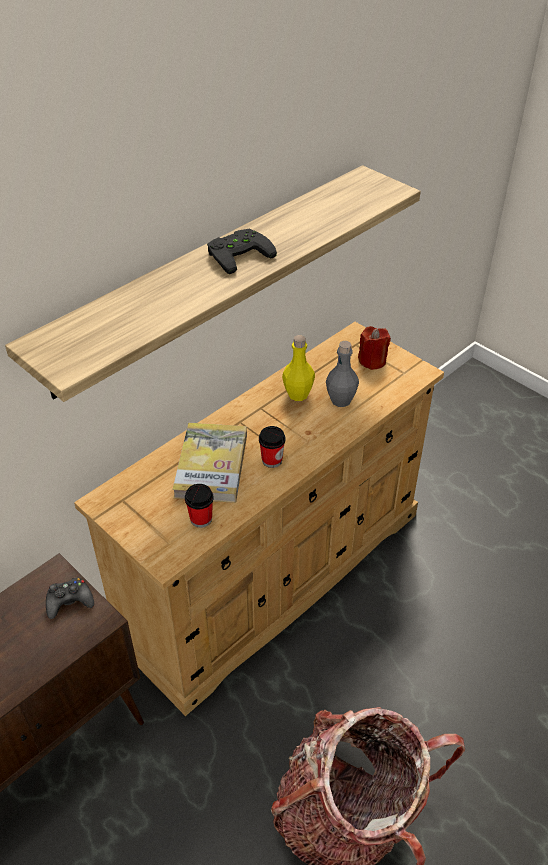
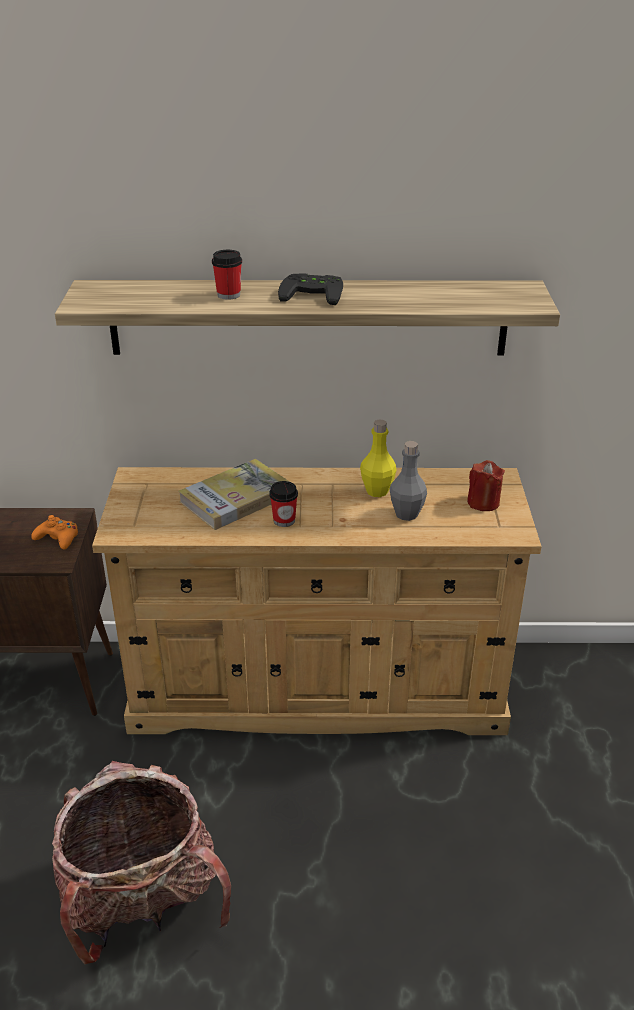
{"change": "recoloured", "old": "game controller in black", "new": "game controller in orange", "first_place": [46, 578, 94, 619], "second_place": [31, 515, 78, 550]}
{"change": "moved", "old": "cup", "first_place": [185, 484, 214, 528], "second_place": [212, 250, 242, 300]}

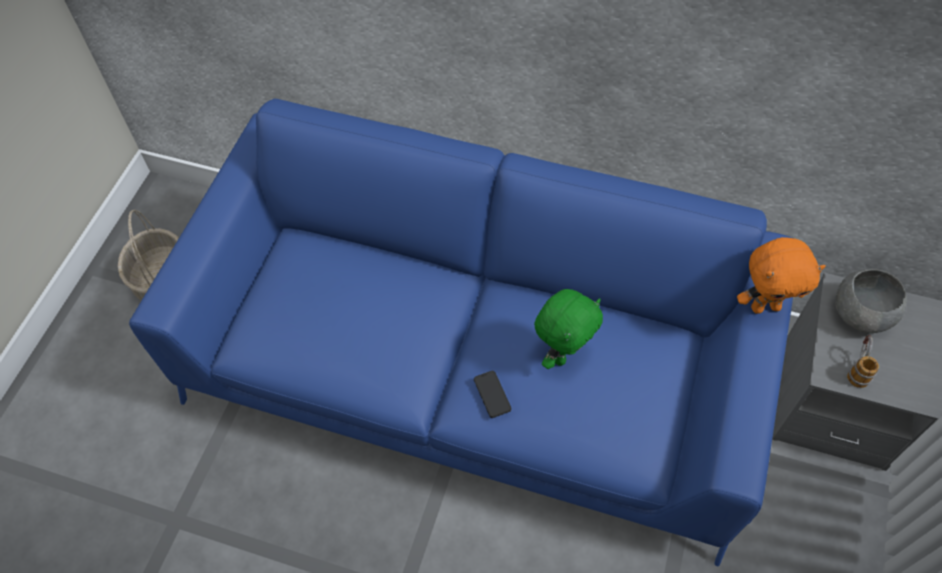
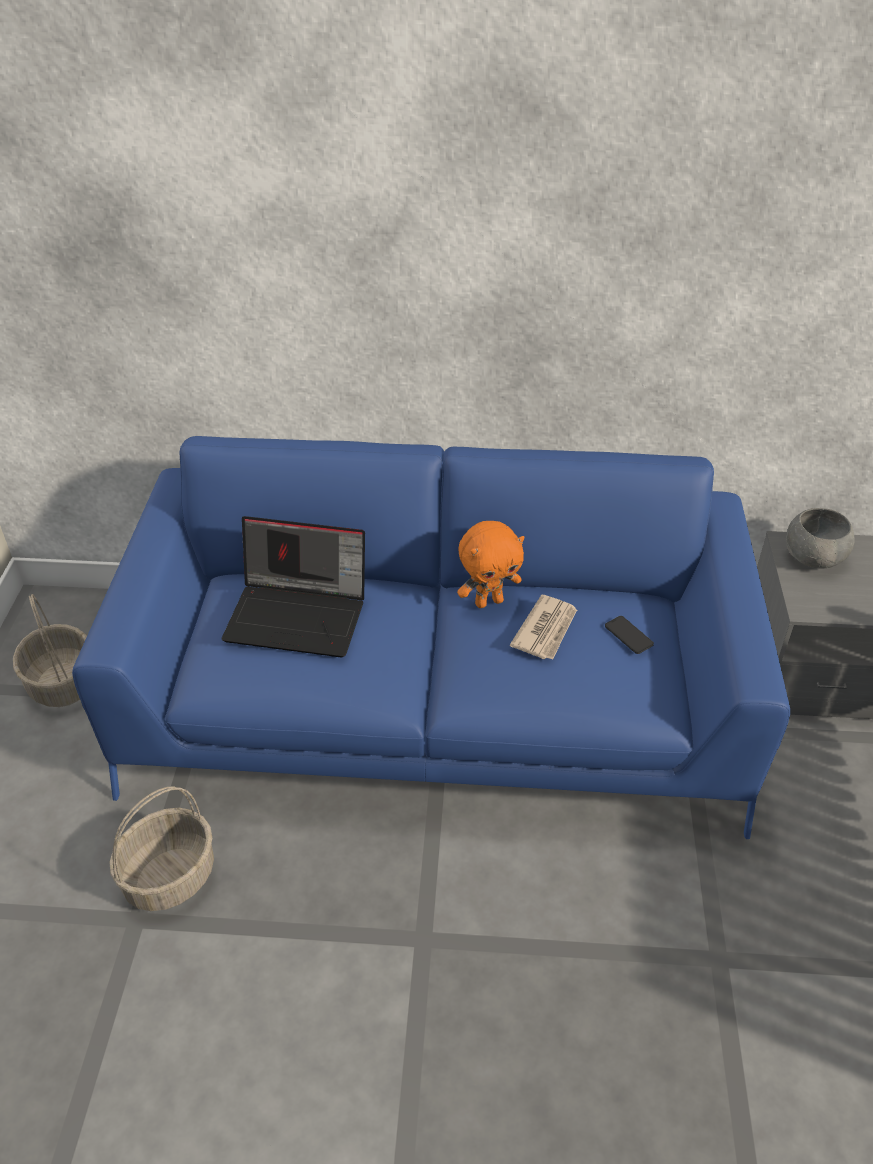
{"change": "moved", "old": "phone", "first_place": [474, 371, 511, 418], "second_place": [605, 616, 654, 654]}
{"change": "replaced", "old": "plush toy in green", "new": "newspaper", "first_place": [534, 289, 603, 369], "second_place": [510, 595, 577, 660]}
{"change": "moved", "old": "plush toy in orange", "first_place": [737, 237, 826, 314], "second_place": [457, 521, 524, 608]}
{"change": "removed", "old": "mug", "first_place": [847, 335, 879, 388]}
{"change": "added", "new": "basket", "second_place": [109, 786, 214, 911]}
{"change": "added", "new": "laptop", "second_place": [222, 516, 365, 658]}

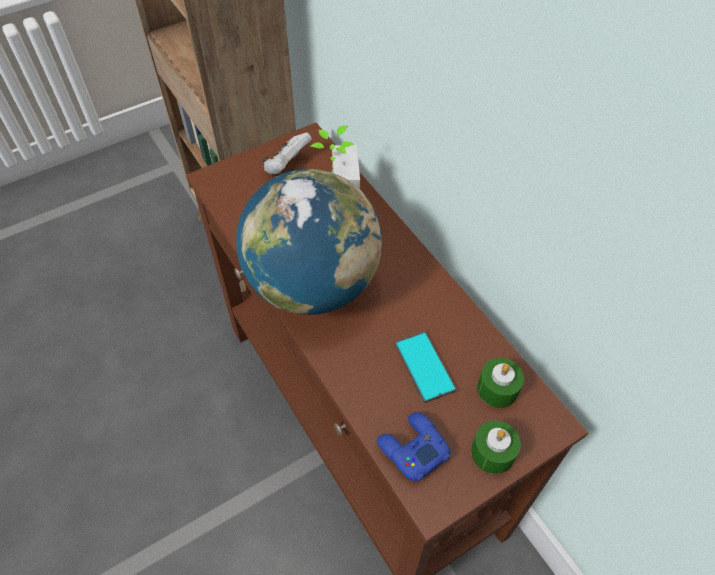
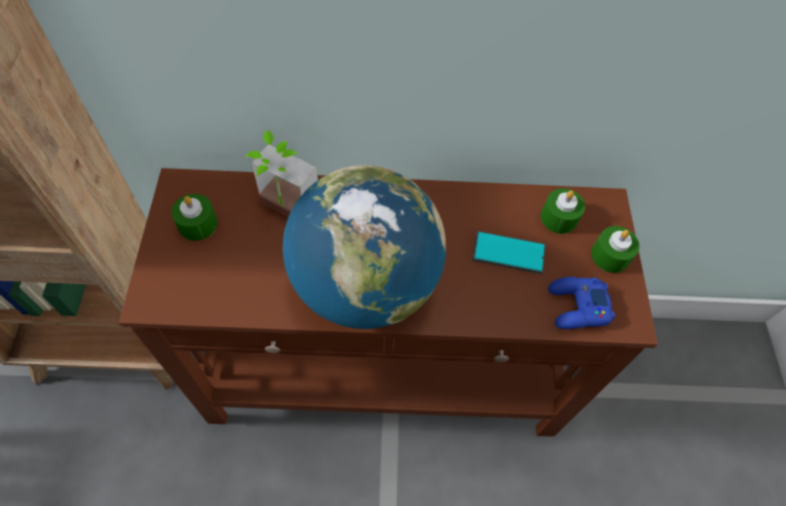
{"change": "replaced", "old": "game controller in white", "new": "candle in green", "first_place": [263, 132, 312, 174], "second_place": [171, 194, 217, 241]}

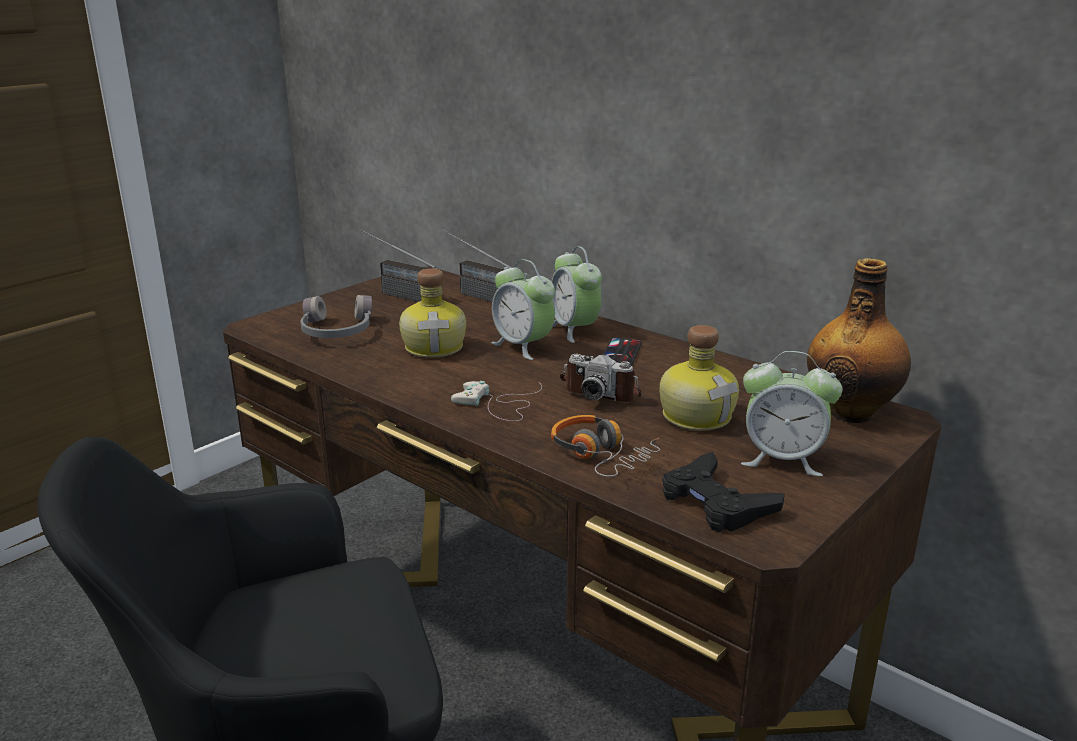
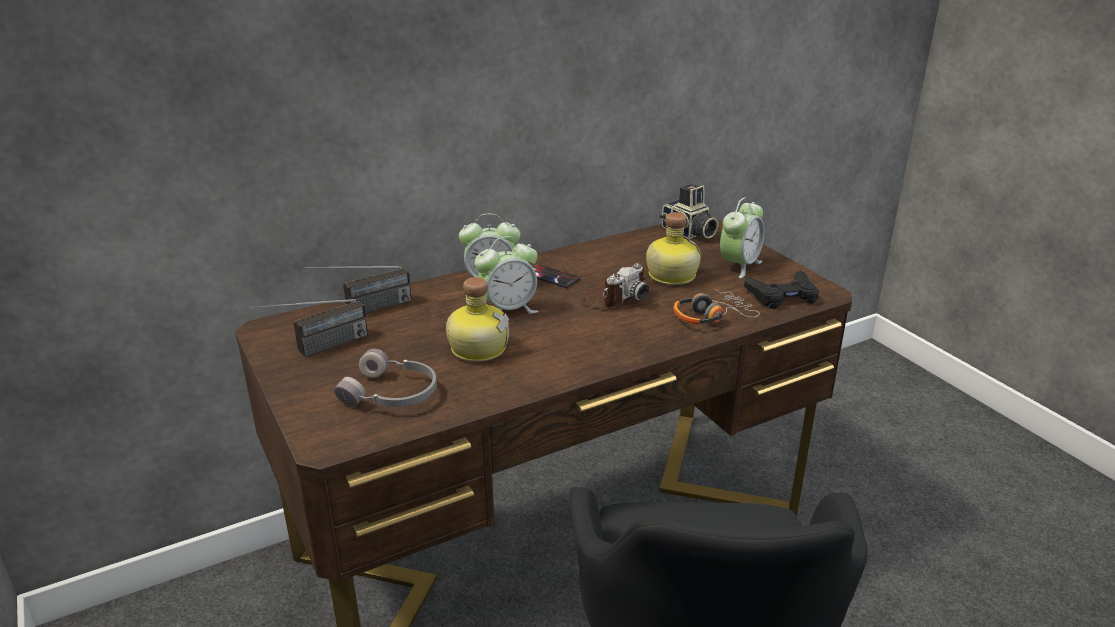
{"change": "removed", "old": "game controller in white", "first_place": [451, 381, 542, 421]}
{"change": "replaced", "old": "bottle", "new": "photo camera", "first_place": [807, 258, 911, 423], "second_place": [660, 184, 718, 239]}

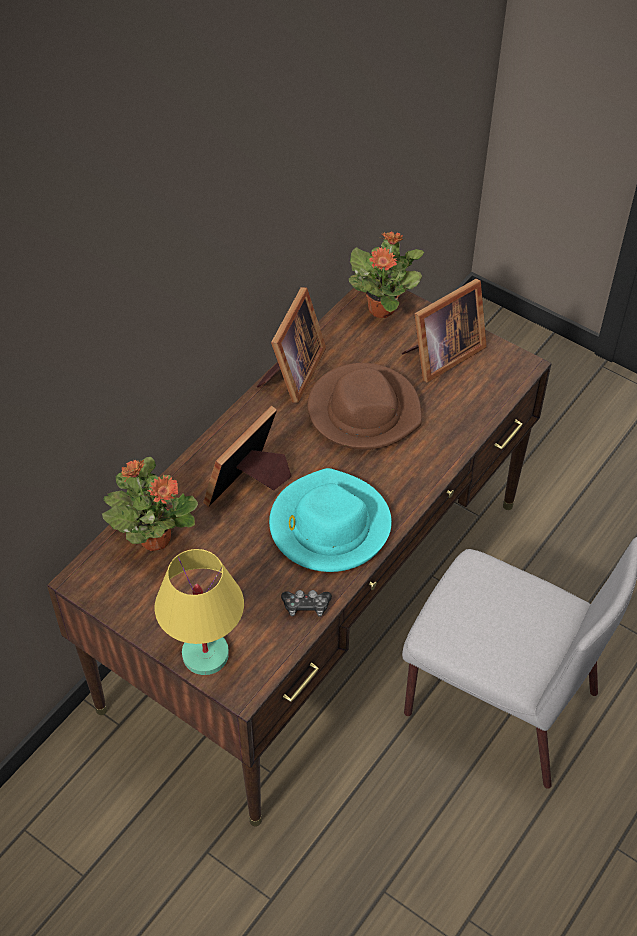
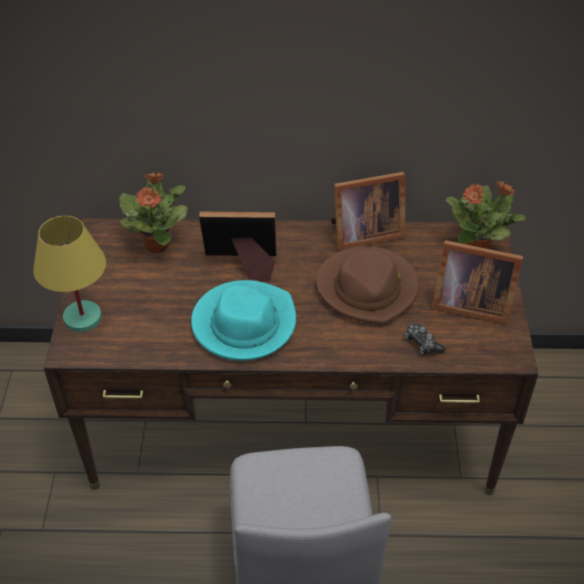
{"change": "moved", "old": "game controller", "first_place": [281, 590, 332, 617], "second_place": [405, 324, 445, 355]}

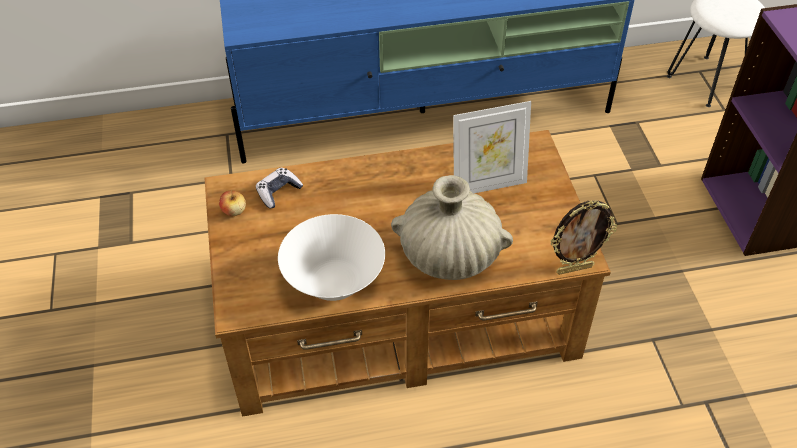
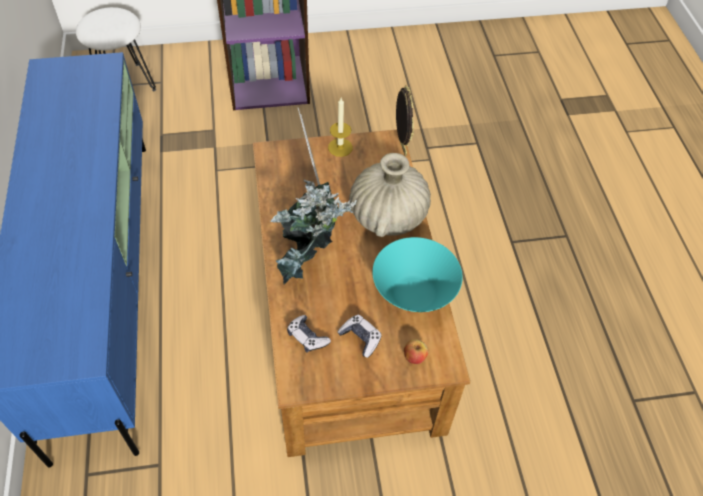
{"change": "moved", "old": "apple", "first_place": [219, 191, 246, 216], "second_place": [404, 339, 428, 364]}
{"change": "recoloured", "old": "bowl in white", "new": "bowl in turquoise", "first_place": [278, 214, 385, 301], "second_place": [372, 237, 463, 312]}
{"change": "added", "new": "potted plant", "second_place": [270, 180, 357, 284]}
{"change": "added", "new": "candle", "second_place": [328, 98, 353, 157]}
{"change": "added", "new": "game controller", "second_place": [337, 315, 382, 358]}

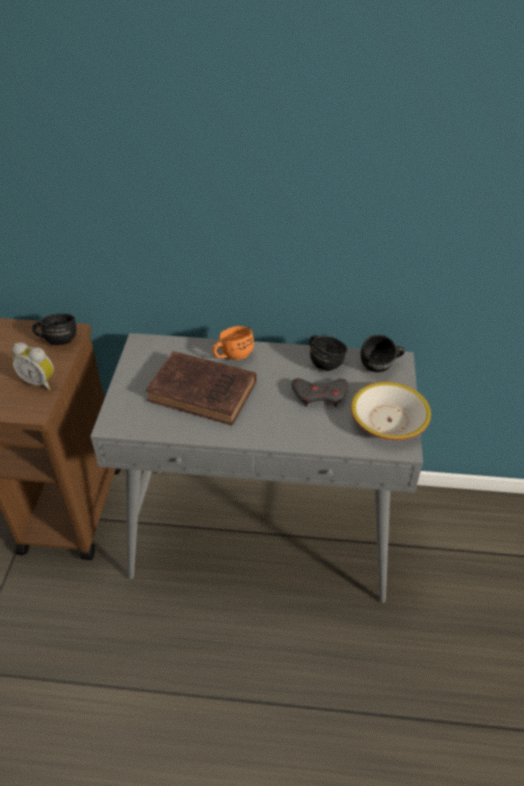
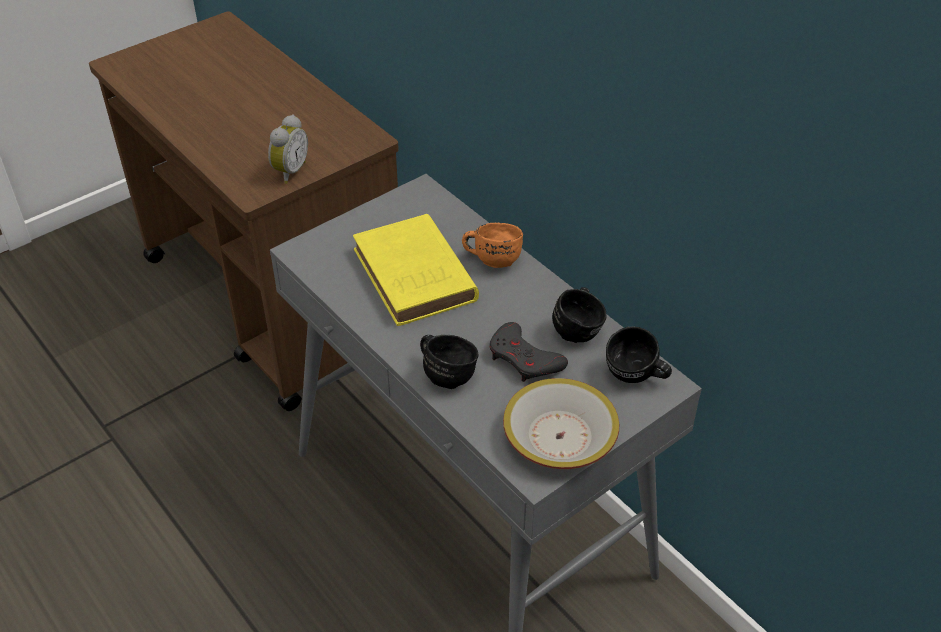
{"change": "turned", "old": "alarm clock", "first_place": [12, 342, 54, 390], "second_place": [268, 115, 308, 184], "degrees": -135}
{"change": "moved", "old": "mug in black", "first_place": [32, 313, 76, 345], "second_place": [420, 335, 479, 389]}
{"change": "recoloured", "old": "book in brown", "new": "book in yellow", "first_place": [145, 351, 257, 425], "second_place": [353, 214, 479, 326]}

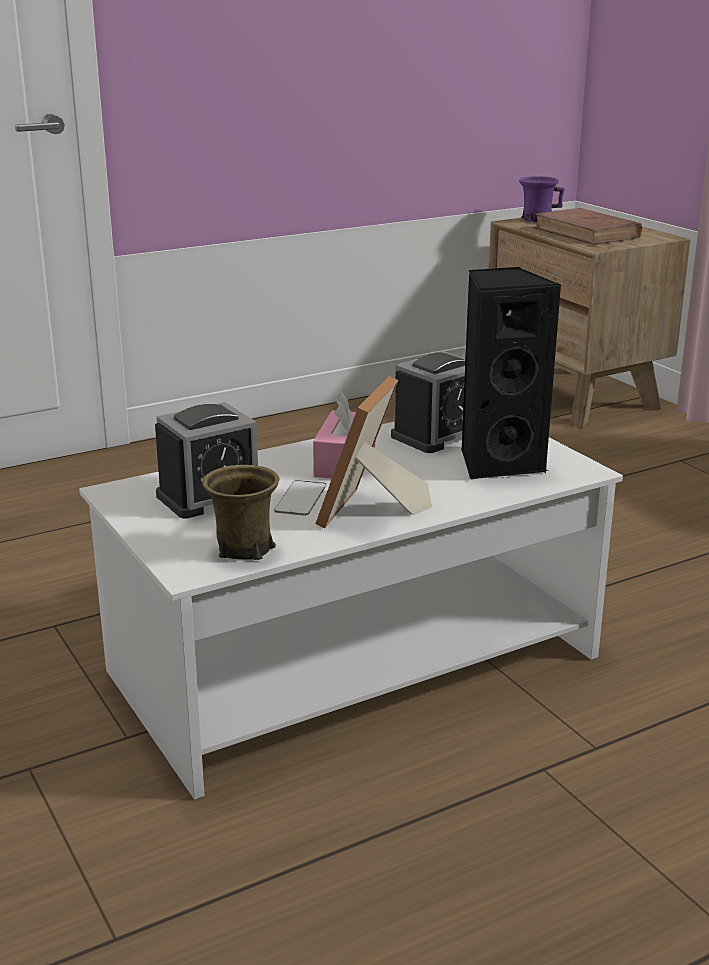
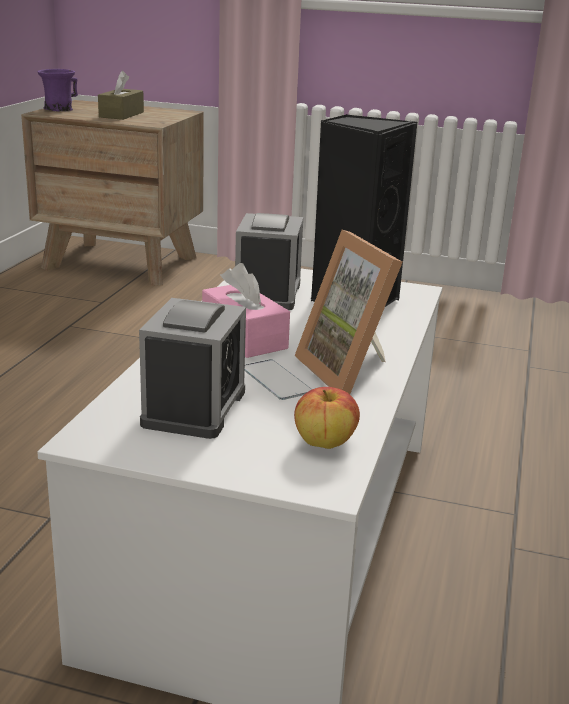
{"change": "replaced", "old": "mug in brown", "new": "apple", "first_place": [202, 465, 279, 560], "second_place": [294, 387, 360, 449]}
{"change": "replaced", "old": "book in brown", "new": "tissue box in brown", "first_place": [534, 208, 642, 245], "second_place": [98, 71, 144, 120]}

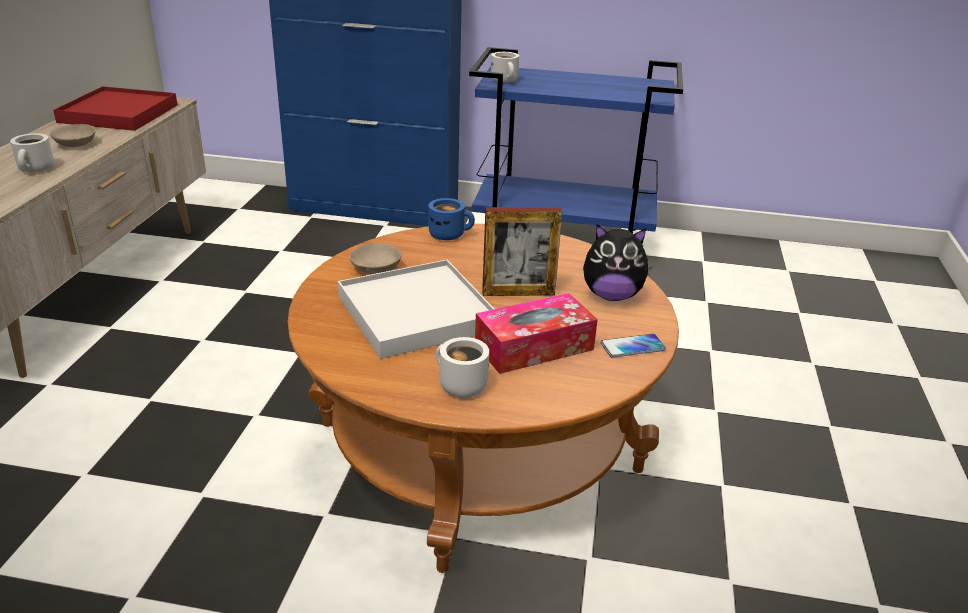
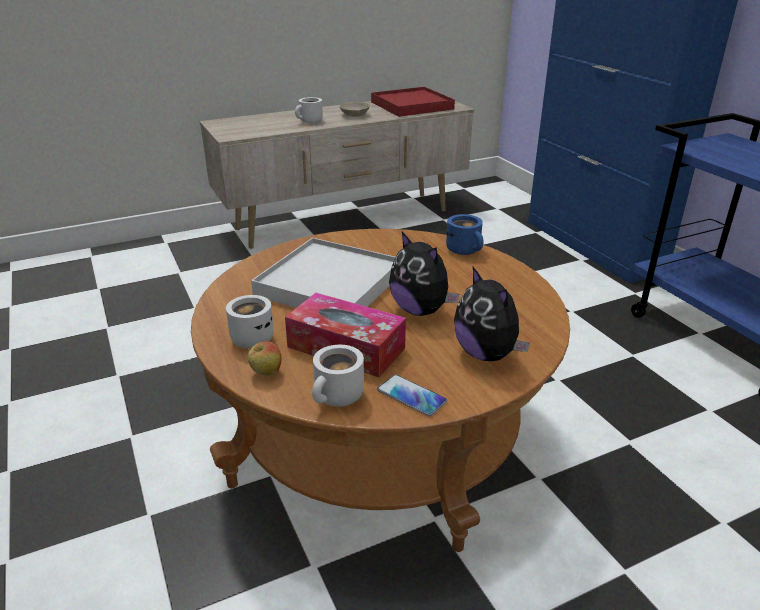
{"change": "removed", "old": "bowl in beige", "first_place": [349, 243, 401, 274]}
{"change": "replaced", "old": "picture frame", "new": "plush toy", "first_place": [482, 207, 562, 296], "second_place": [389, 232, 459, 316]}
{"change": "moved", "old": "mug in white", "first_place": [491, 52, 519, 82], "second_place": [312, 345, 364, 407]}
{"change": "added", "new": "apple", "second_place": [248, 341, 282, 376]}

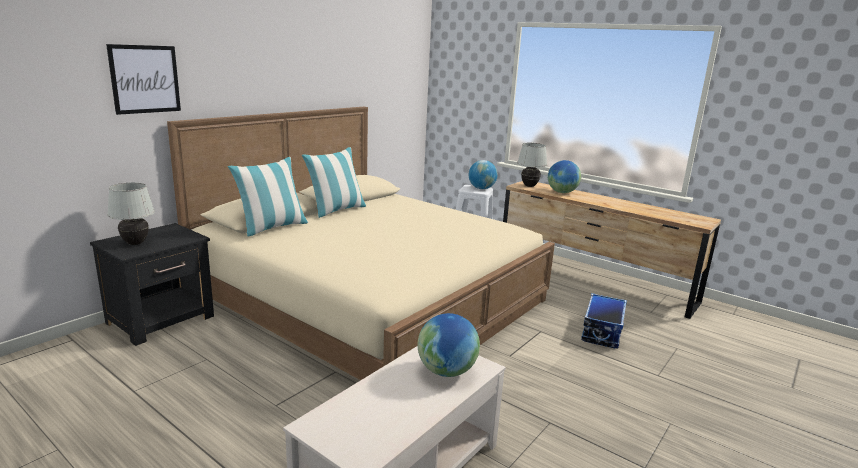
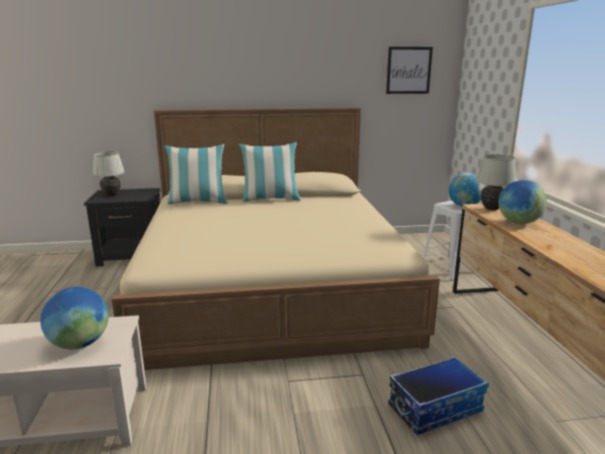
{"change": "moved", "old": "picture", "first_place": [106, 44, 181, 115], "second_place": [386, 47, 433, 94]}

